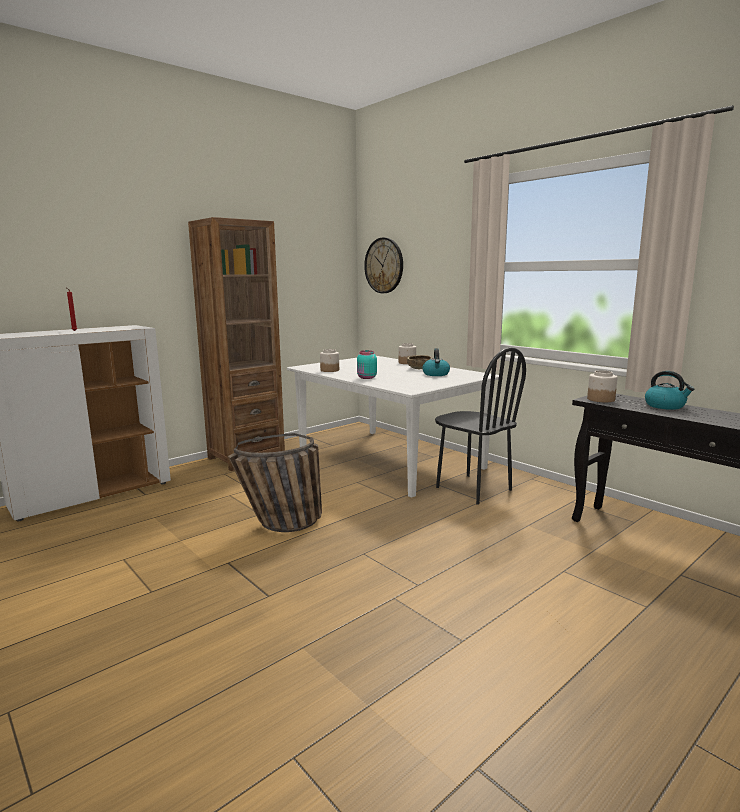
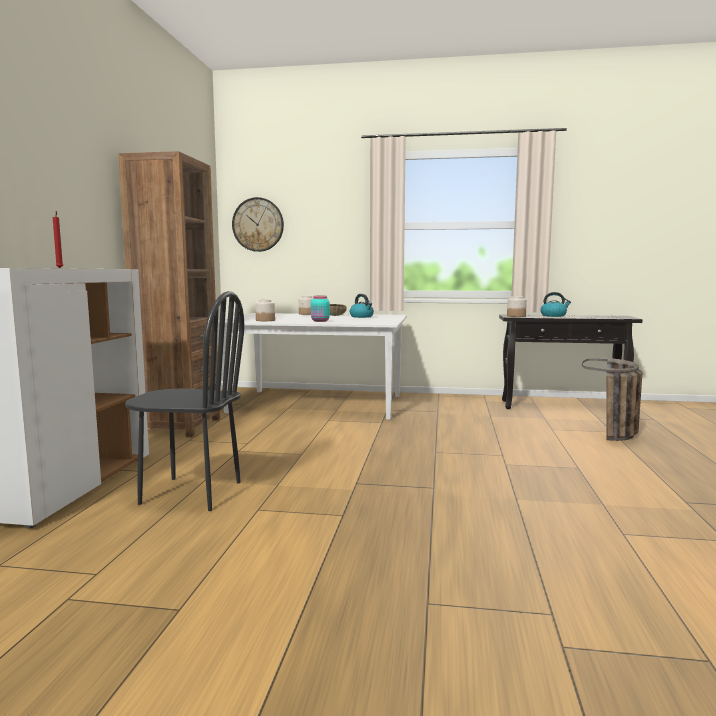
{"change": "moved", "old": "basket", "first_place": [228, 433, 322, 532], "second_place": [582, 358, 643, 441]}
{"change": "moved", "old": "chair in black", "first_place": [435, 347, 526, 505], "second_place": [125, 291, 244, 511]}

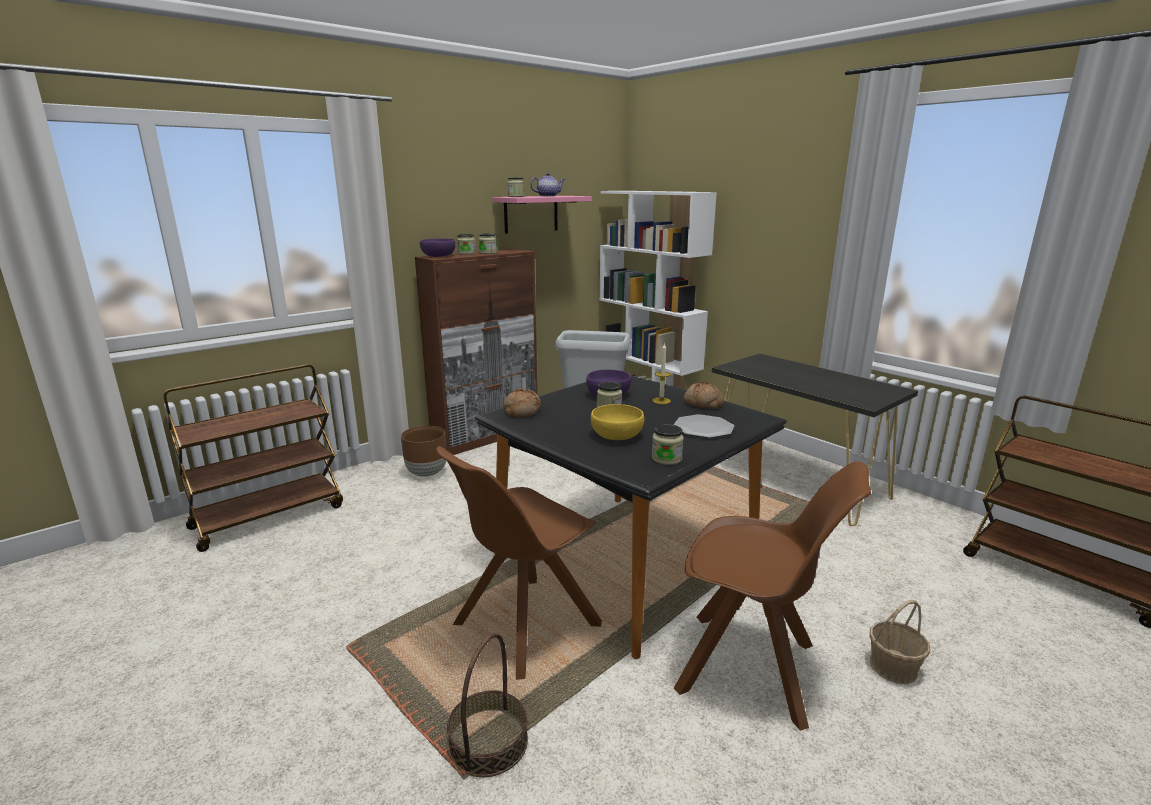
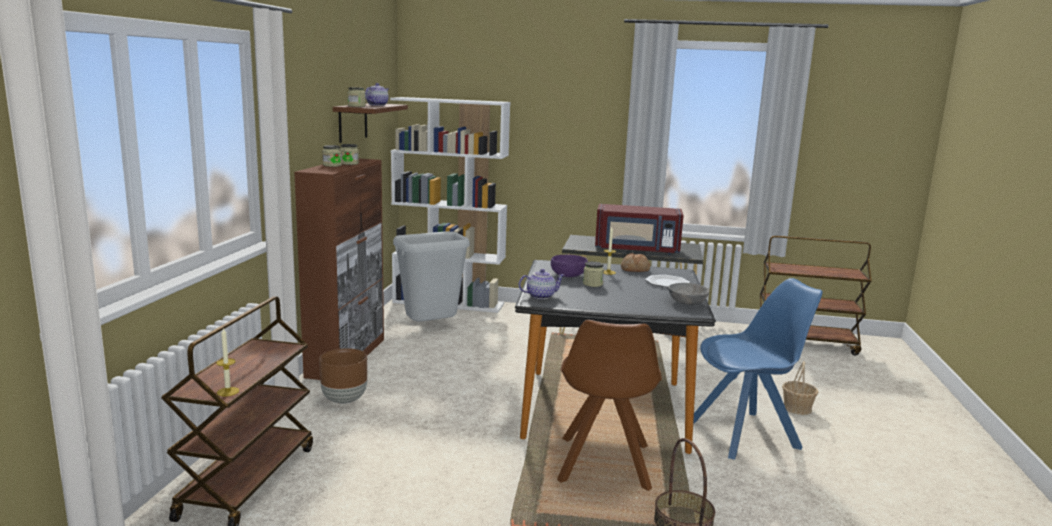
{"change": "removed", "old": "bowl in purple", "first_place": [420, 238, 456, 257]}
{"change": "recoloured", "old": "shelf in pink", "new": "shelf in brown", "first_place": [492, 196, 592, 234], "second_place": [333, 103, 408, 143]}
{"change": "replaced", "old": "bread", "new": "teapot", "first_place": [503, 389, 541, 417], "second_place": [519, 269, 564, 299]}
{"change": "removed", "old": "bowl in yellow", "first_place": [591, 404, 644, 440]}
{"change": "replaced", "old": "jar", "new": "bowl in grey", "first_place": [652, 424, 684, 465], "second_place": [668, 283, 710, 305]}
{"change": "recoloured", "old": "chair in brown", "new": "chair in blue", "first_place": [674, 462, 871, 730], "second_place": [693, 278, 823, 460]}
{"change": "added", "new": "candle", "second_place": [216, 328, 239, 396]}
{"change": "added", "new": "microwave in red", "second_place": [595, 204, 684, 255]}

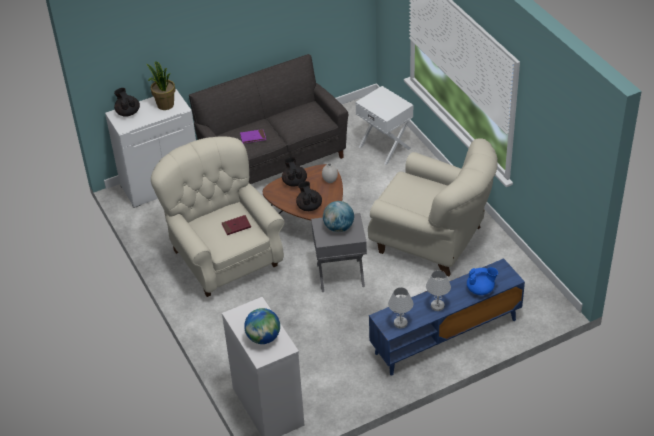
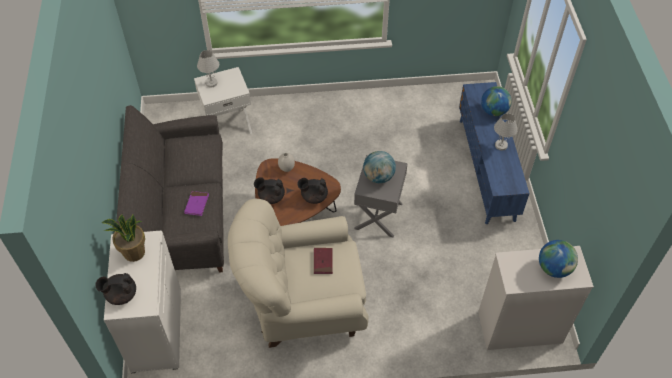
{"change": "removed", "old": "armchair in beige", "first_place": [368, 138, 498, 276]}
{"change": "moved", "old": "table lamp in white", "first_place": [388, 287, 413, 328], "second_place": [197, 50, 219, 87]}
{"change": "replaced", "old": "teapot in blue", "new": "globe", "first_place": [467, 267, 498, 295], "second_place": [481, 86, 512, 116]}

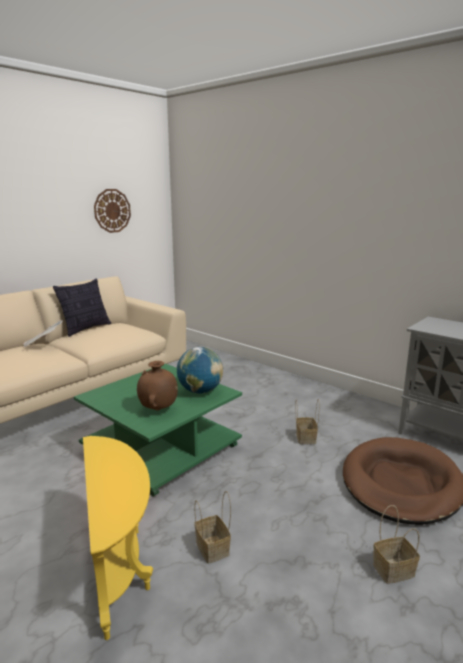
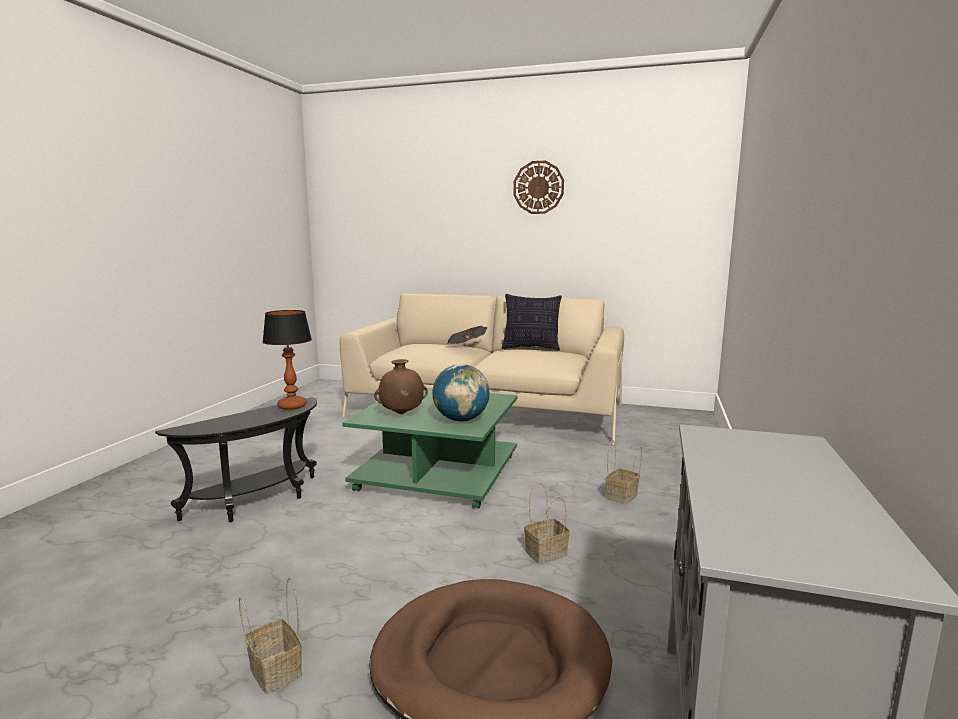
{"change": "recoloured", "old": "side table in yellow", "new": "side table in black", "first_place": [83, 436, 153, 640], "second_place": [155, 397, 317, 522]}
{"change": "moved", "old": "wall clock", "first_place": [94, 189, 131, 233], "second_place": [513, 161, 564, 214]}
{"change": "moved", "old": "basket", "first_place": [195, 491, 231, 564], "second_place": [606, 440, 642, 505]}
{"change": "added", "new": "table lamp", "second_place": [263, 310, 312, 410]}

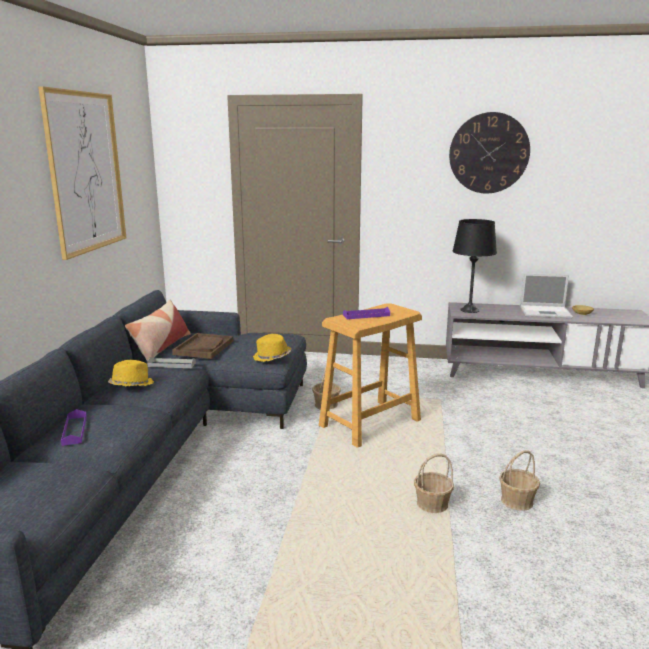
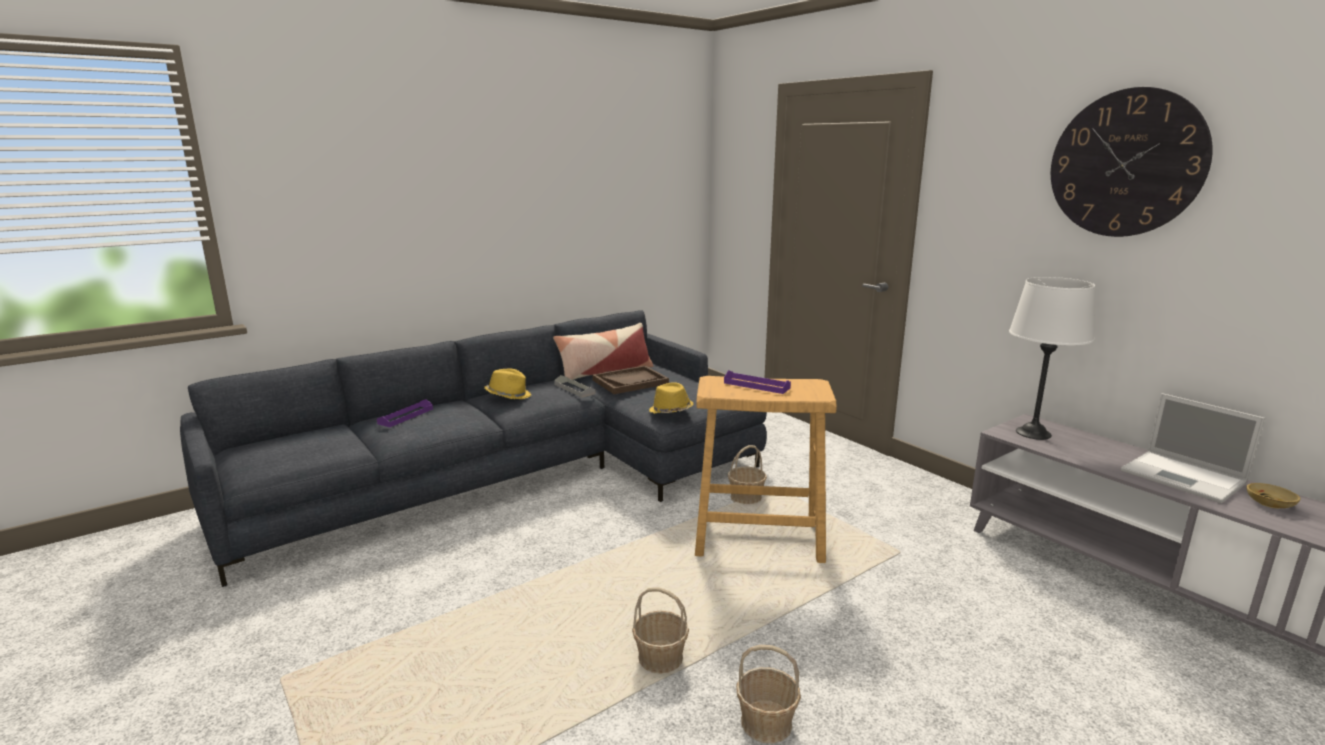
{"change": "removed", "old": "picture", "first_place": [38, 86, 126, 260]}
{"change": "recoloured", "old": "table lamp in black", "new": "table lamp in white", "first_place": [452, 219, 497, 313], "second_place": [1009, 277, 1095, 440]}

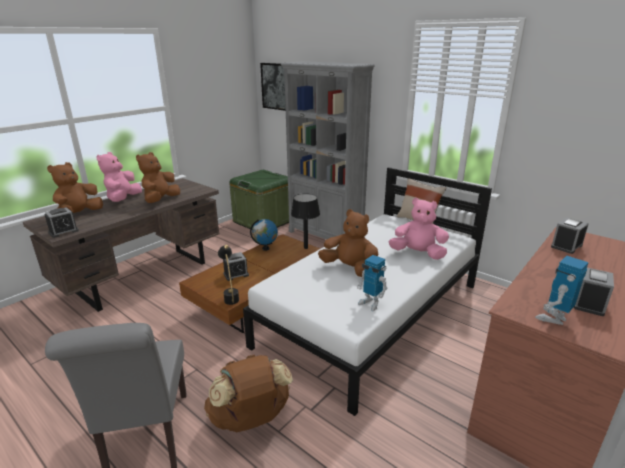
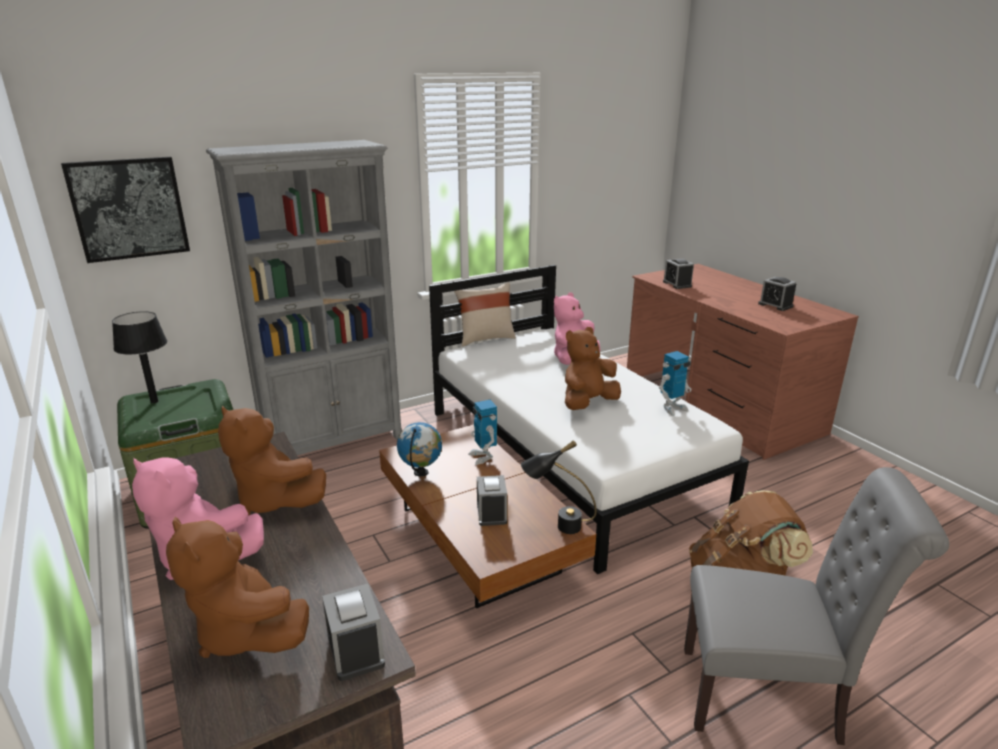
{"change": "moved", "old": "table lamp in black", "first_place": [291, 194, 320, 249], "second_place": [112, 311, 167, 403]}
{"change": "moved", "old": "toy robot", "first_place": [535, 256, 589, 325], "second_place": [468, 400, 497, 465]}

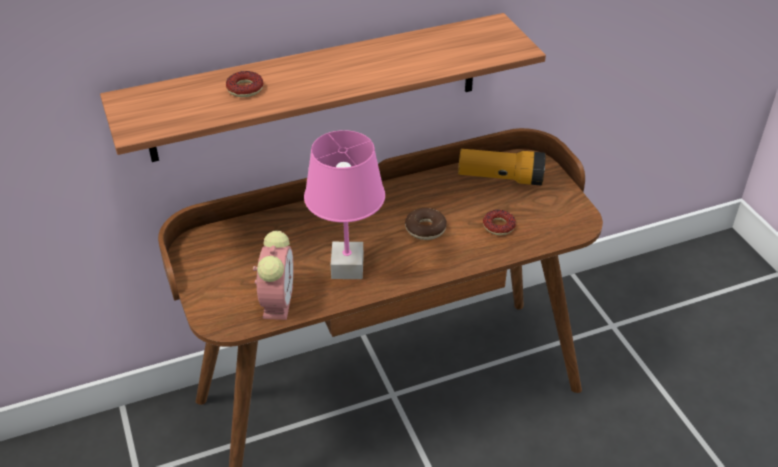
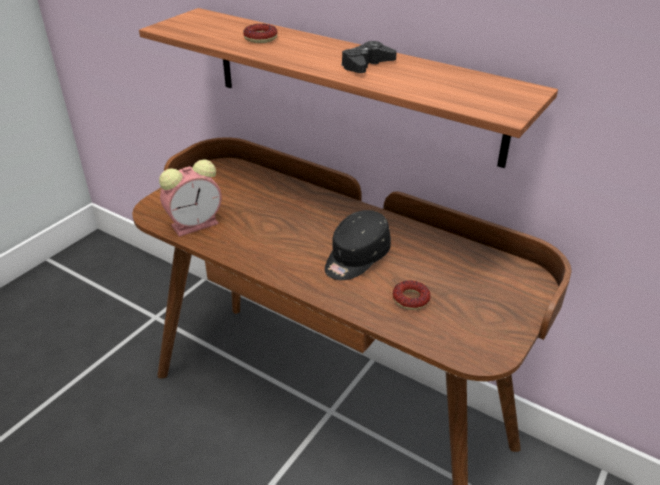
{"change": "removed", "old": "table lamp in pink", "first_place": [304, 130, 385, 279]}
{"change": "replaced", "old": "donut", "new": "cap in black", "first_place": [405, 208, 447, 240], "second_place": [325, 210, 391, 280]}
{"change": "removed", "old": "flashlight", "first_place": [458, 149, 546, 185]}
{"change": "added", "new": "game controller in black", "second_place": [341, 41, 397, 73]}

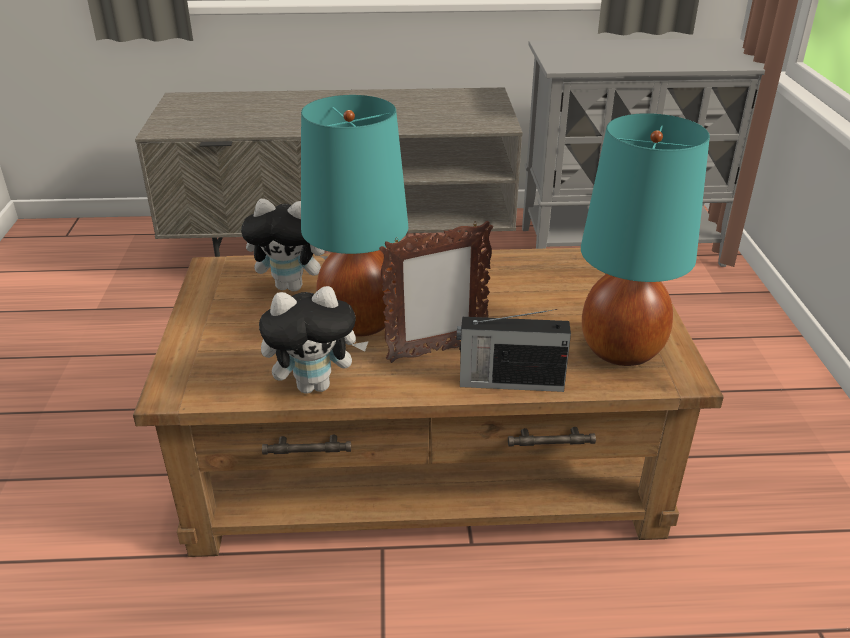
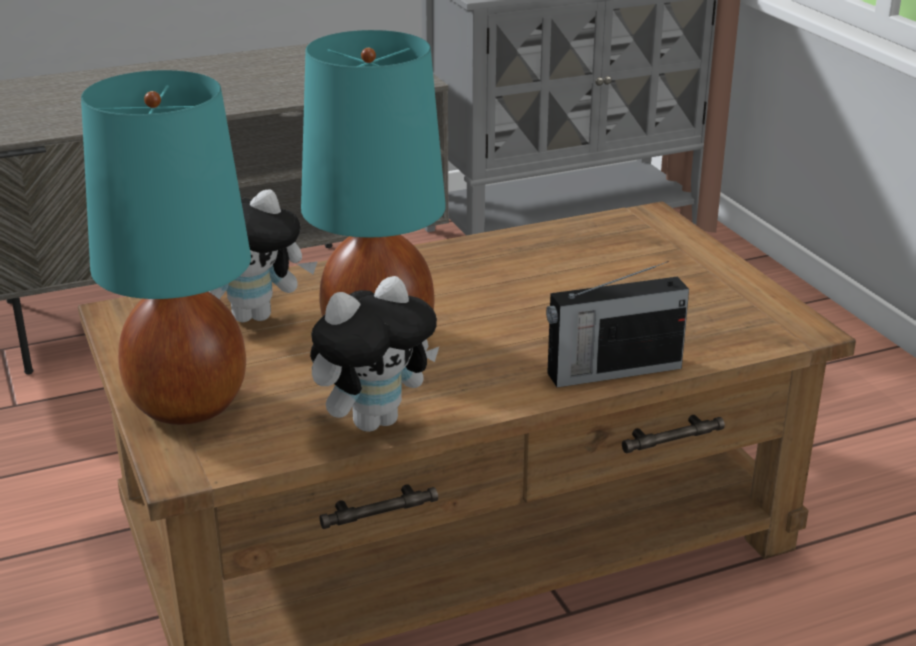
{"change": "removed", "old": "picture frame", "first_place": [379, 221, 493, 363]}
{"change": "moved", "old": "table lamp in turquoise", "first_place": [581, 113, 710, 366], "second_place": [81, 70, 251, 425]}

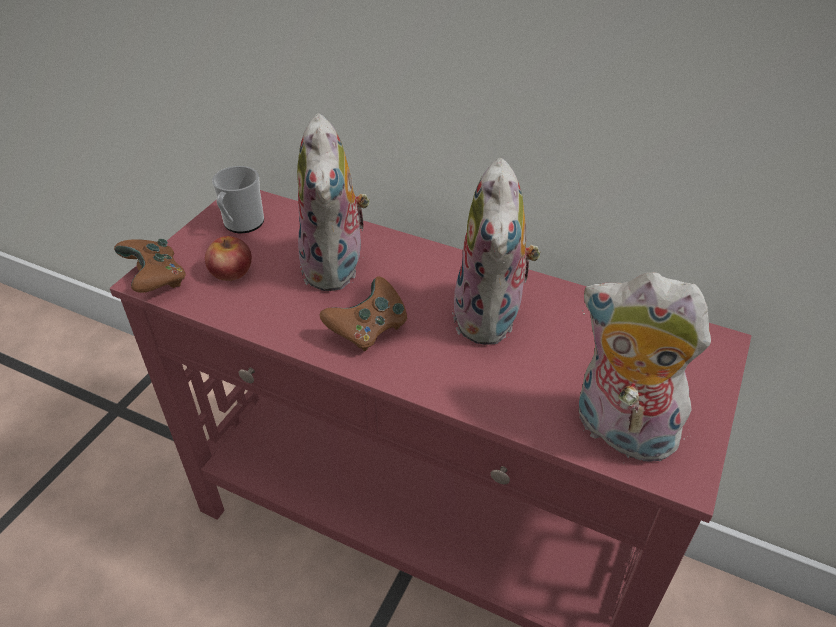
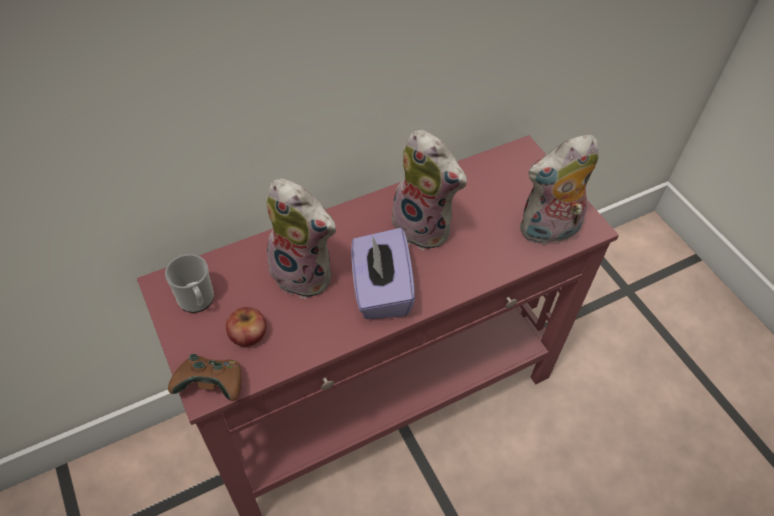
{"change": "replaced", "old": "game controller in brown", "new": "tissue box in purple", "first_place": [320, 276, 408, 351], "second_place": [351, 228, 415, 319]}

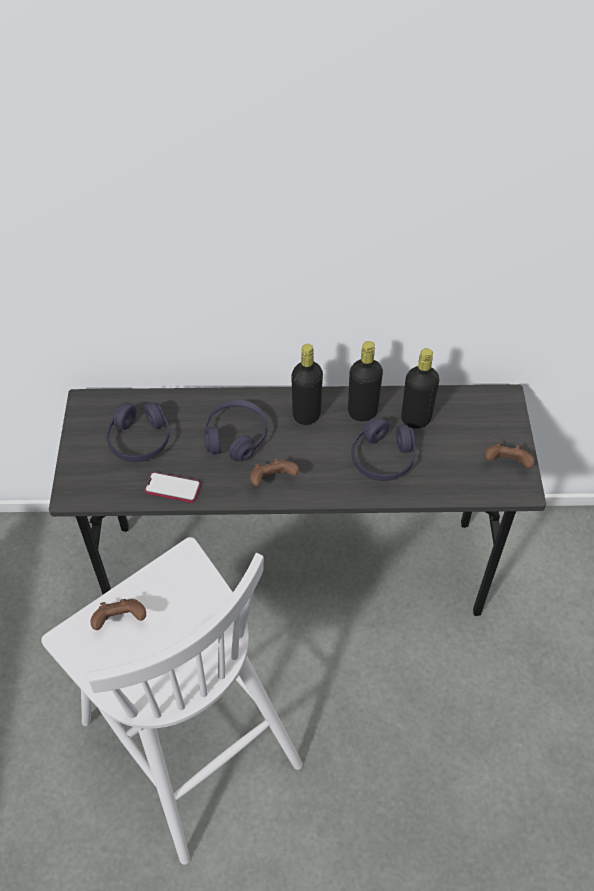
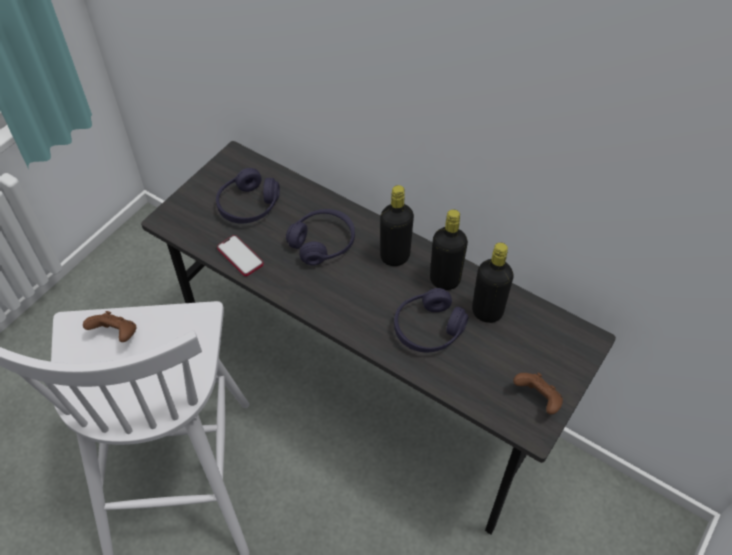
{"change": "removed", "old": "game controller in brown", "first_place": [250, 459, 299, 486]}

